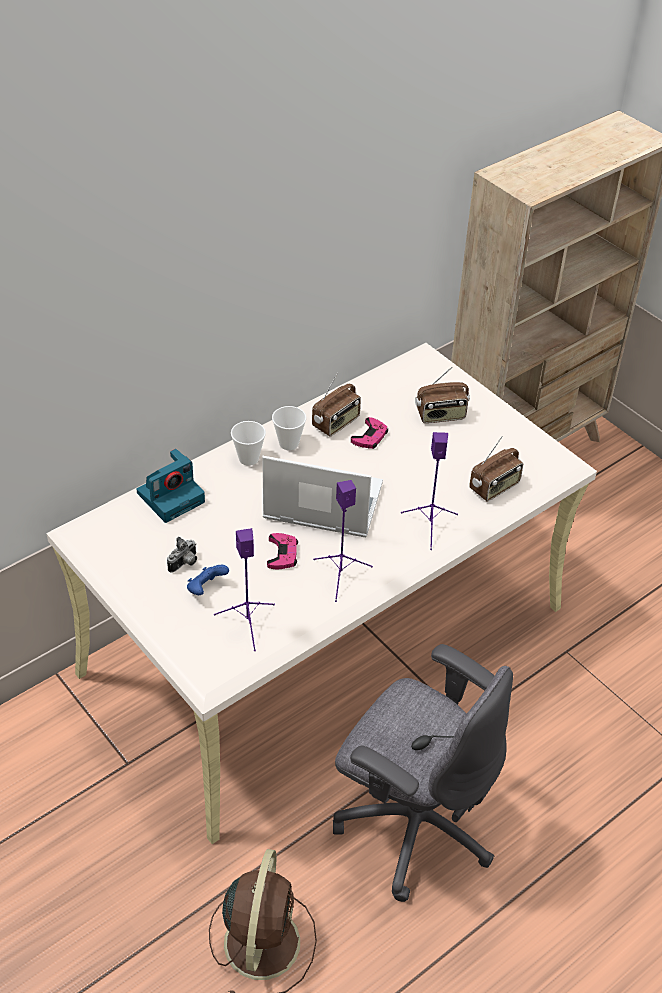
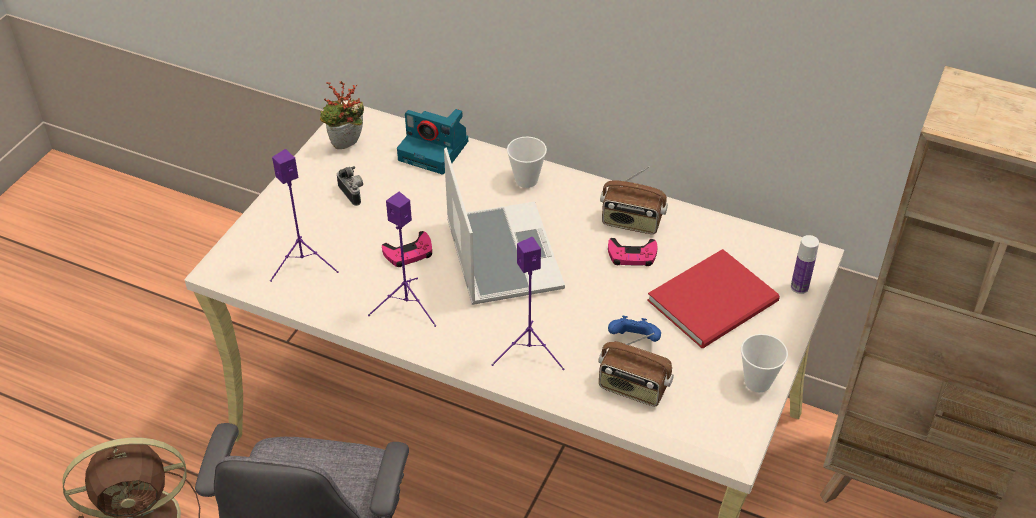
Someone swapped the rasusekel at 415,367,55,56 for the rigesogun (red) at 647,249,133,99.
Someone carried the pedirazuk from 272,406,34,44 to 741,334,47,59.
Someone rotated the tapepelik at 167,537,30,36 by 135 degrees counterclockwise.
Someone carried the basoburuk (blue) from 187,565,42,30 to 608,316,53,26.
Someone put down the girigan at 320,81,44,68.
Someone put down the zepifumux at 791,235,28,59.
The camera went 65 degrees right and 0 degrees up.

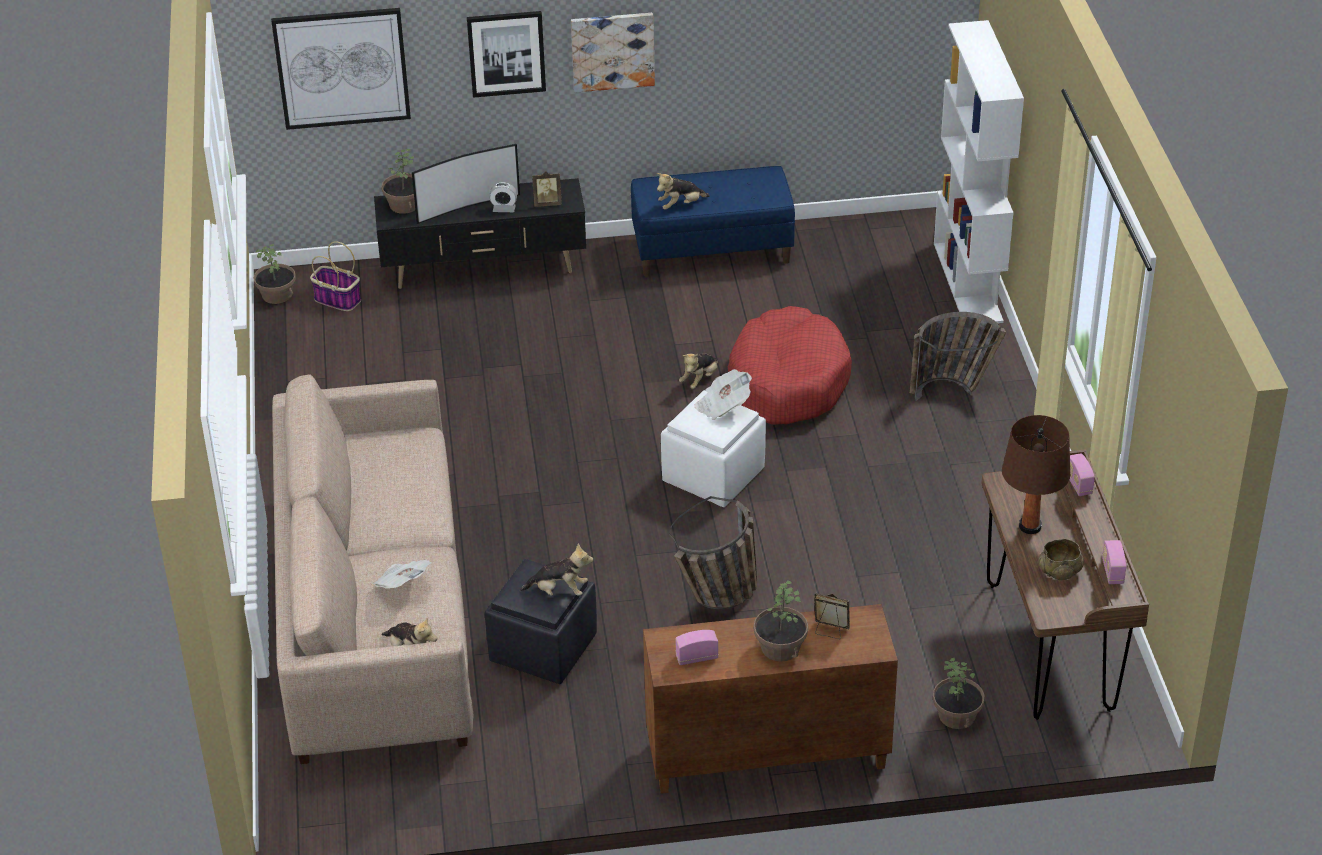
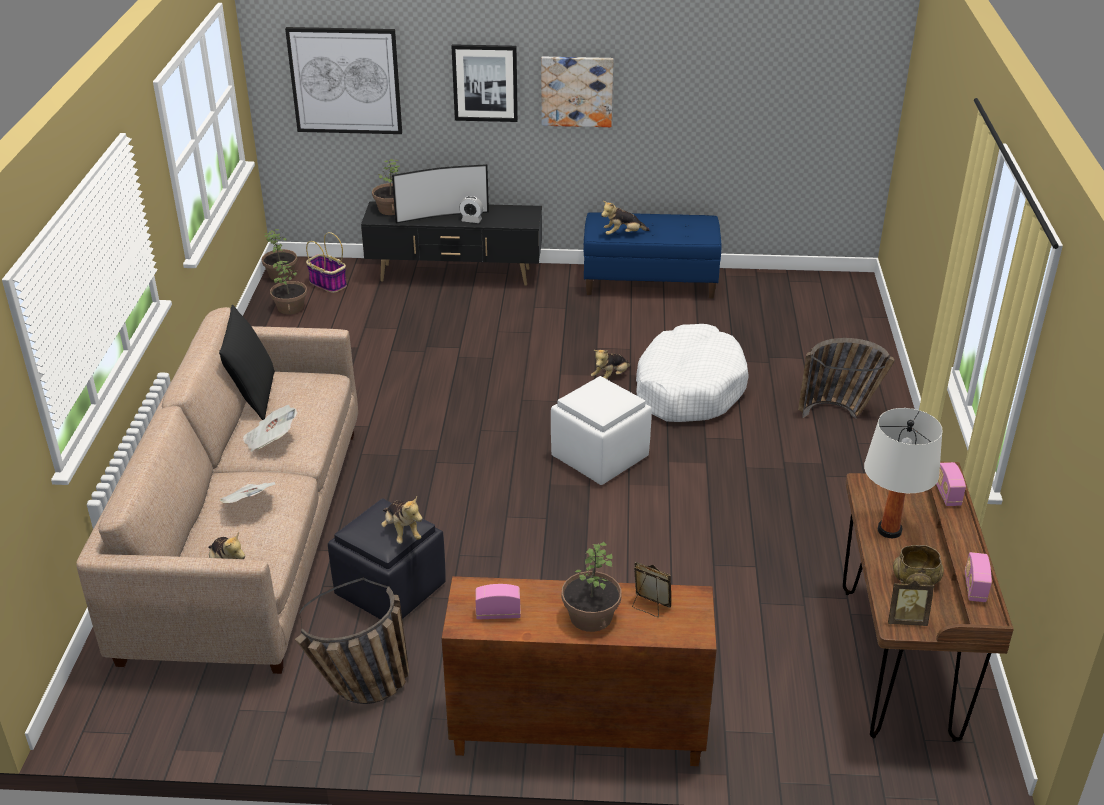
Someone took away the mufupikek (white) at 934,20,90,303.
Someone carried the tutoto from 532,171,30,36 to 888,580,46,46.
Someone repainted the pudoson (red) at 728,306,124,119, which became the pudoson (white) at 636,324,113,98.
Someone carried the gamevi from 694,369,58,51 to 243,405,54,47.
Someone repainted the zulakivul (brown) at 1002,415,69,119, which became the zulakivul (white) at 864,408,79,130.
Someone carried the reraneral from 669,496,88,113 to 295,578,114,126.
Someone rotated the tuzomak at 520,543,73,53 by 45 degrees clockwise.
Someone carried the girigan from 933,658,52,71 to 270,261,37,54.
Someone put down the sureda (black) at 219,305,56,115.
The camera went 10 degrees right and 5 degrees down.

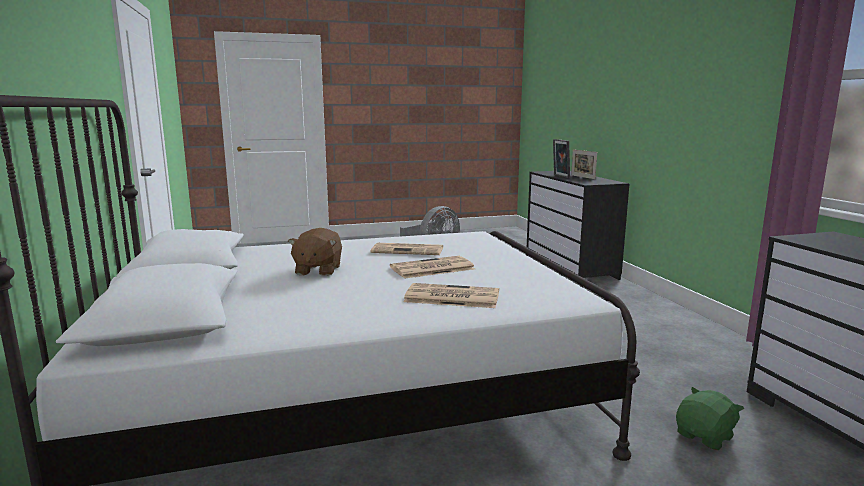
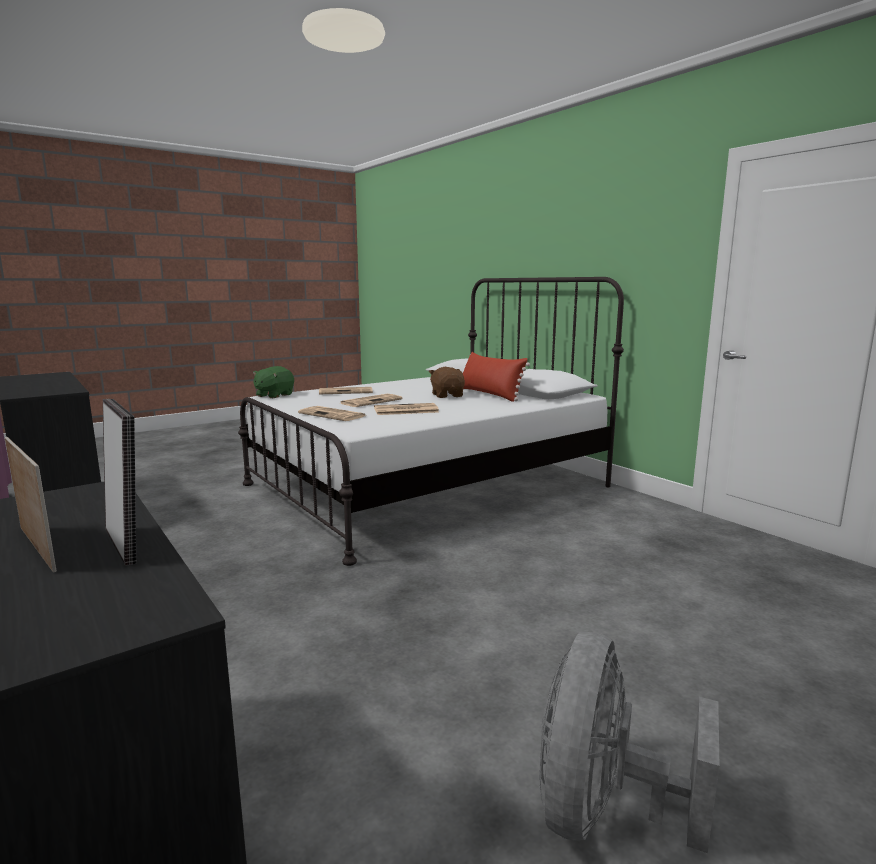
Someone carried the tuzomak (green) from 676,387,68,63 to 253,366,41,32.
Someone put down the sureda (red) at 463,352,67,50.
Someone put down the gamevi at 298,406,67,15.
The camera went 160 degrees right and 0 degrees up.

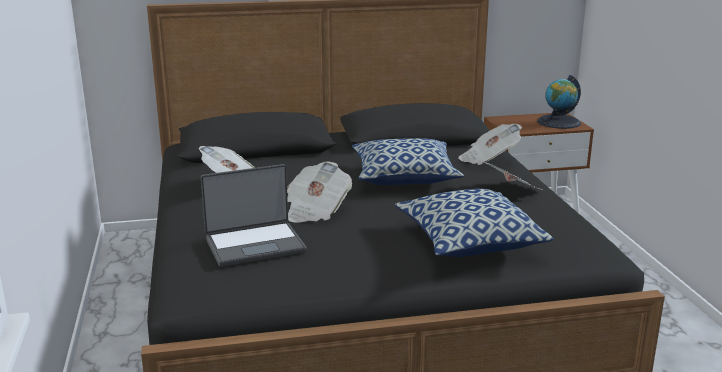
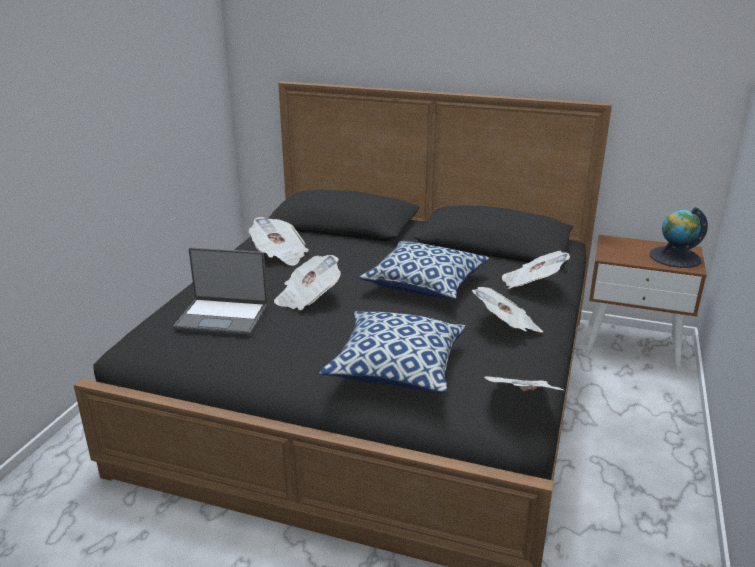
Someone put down the gamevi at 484,376,79,15.
The camera went 30 degrees right and 5 degrees up.

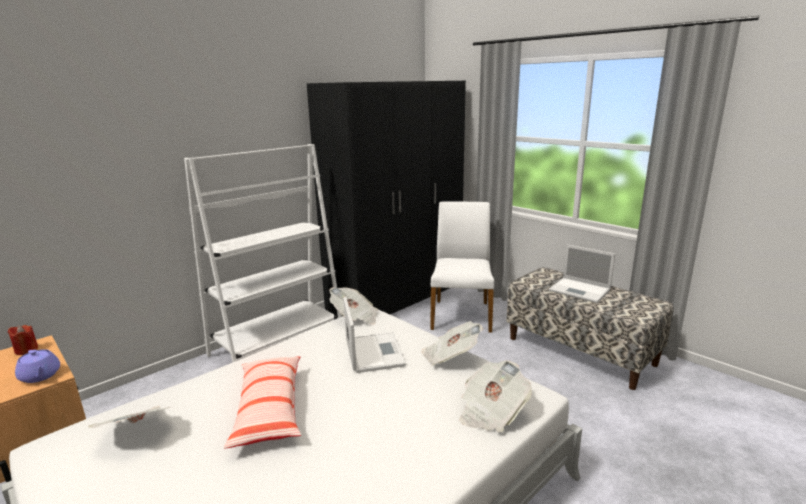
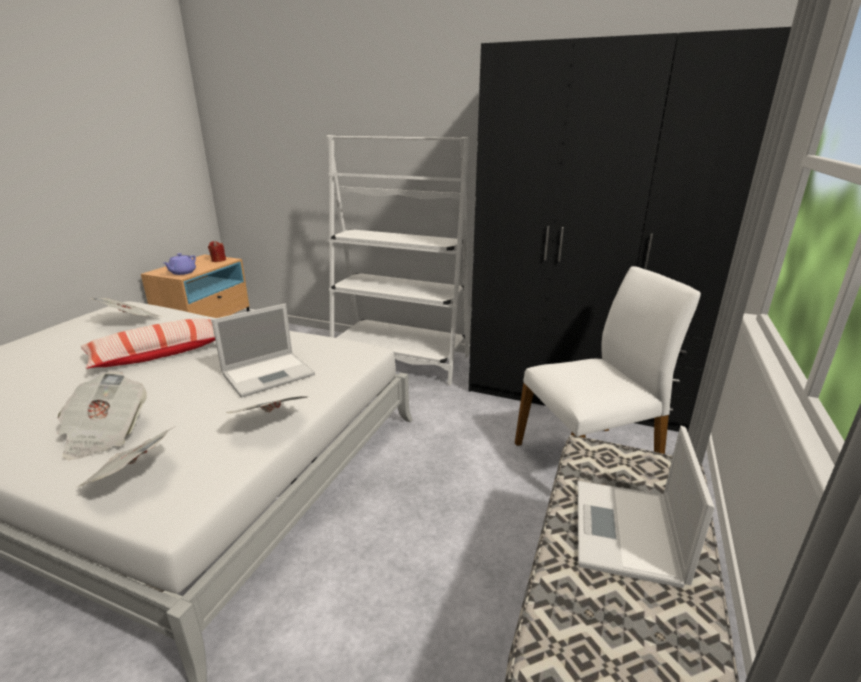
Someone carried the gamevi from 329,287,49,37 to 57,372,90,88.
The camera went 65 degrees right and 5 degrees up.

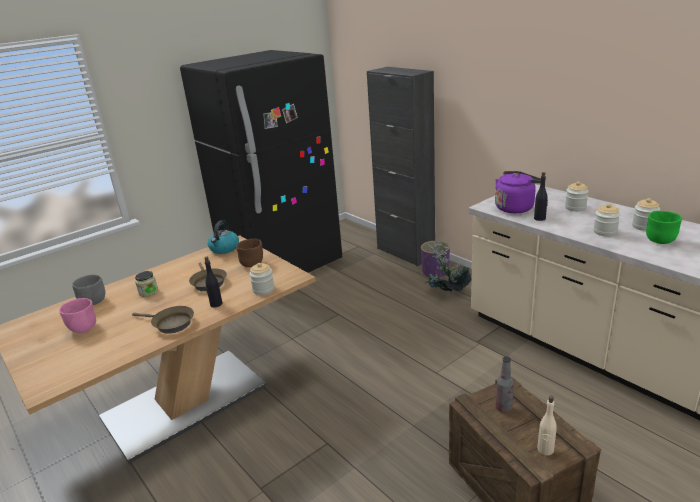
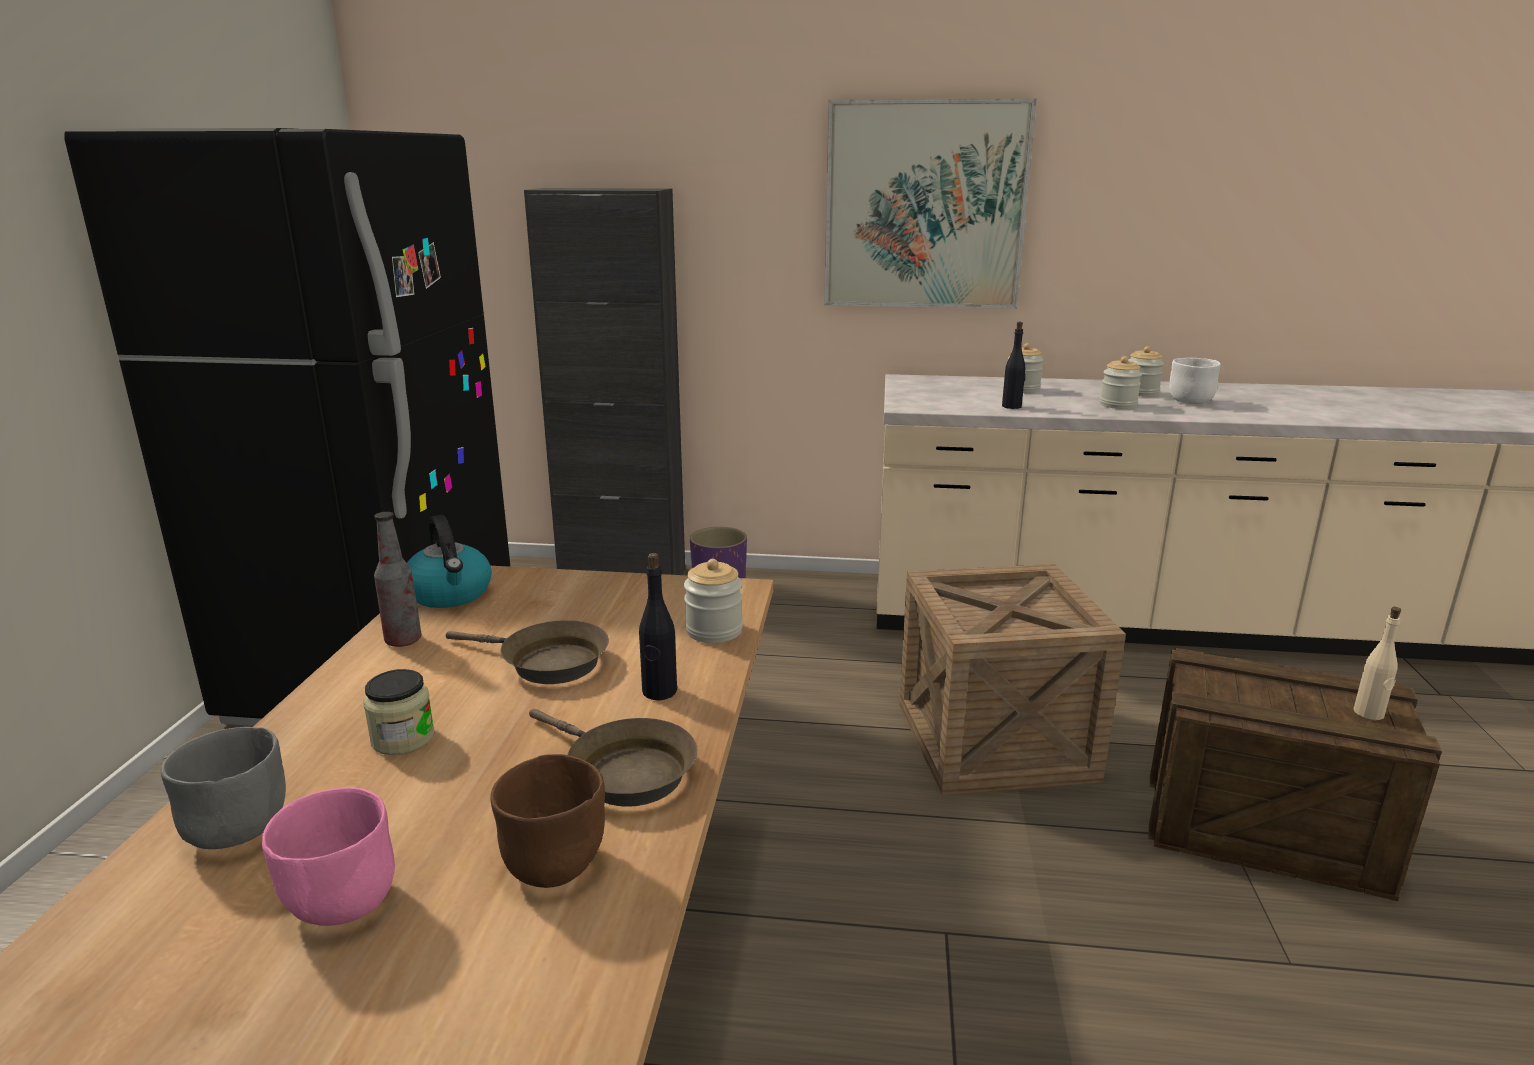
Someone took away the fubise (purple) at 495,171,46,42.
Someone repainted the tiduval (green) at 646,211,36,33, which became the tiduval (white) at 1169,358,52,46.
Someone carried the tiduval (brown) from 236,239,27,28 to 490,754,115,134.
Someone took away the girigan at 425,239,47,52.
Someone rotated the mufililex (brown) at 132,306,62,28 by 60 degrees clockwise.
Someone carried the zepifumux from 496,356,18,57 to 374,512,47,135.
Someone put up the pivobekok at 824,98,213,211.
Someone put down the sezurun at 899,564,227,231.
The camera went 45 degrees left and 5 degrees down.

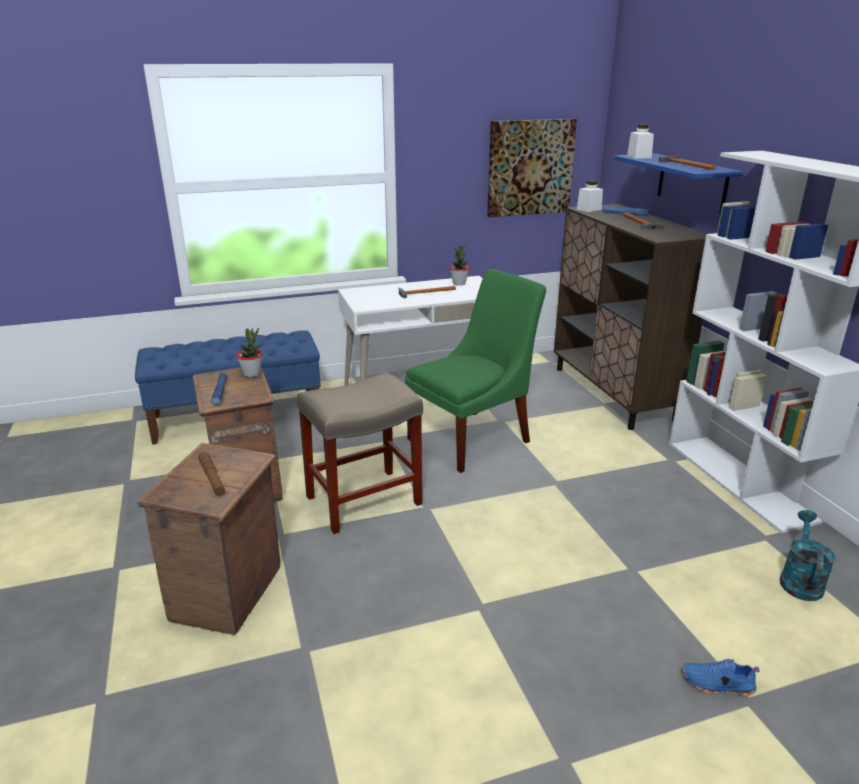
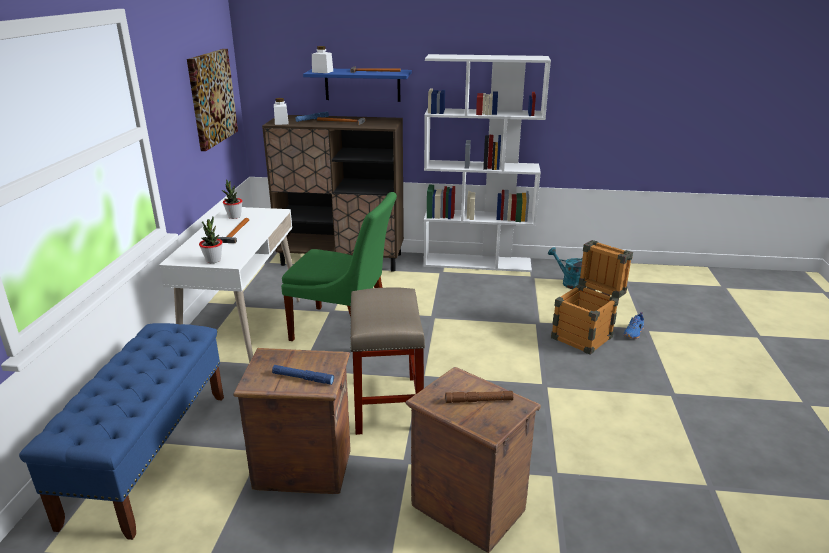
Someone rotated the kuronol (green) at 405,269,141,204 by 120 degrees clockwise.
Someone carried the girigan from 237,328,25,49 to 199,217,24,46.
Someone put down the sezurun at 551,240,82,115.
The camera went 65 degrees left and 0 degrees up.

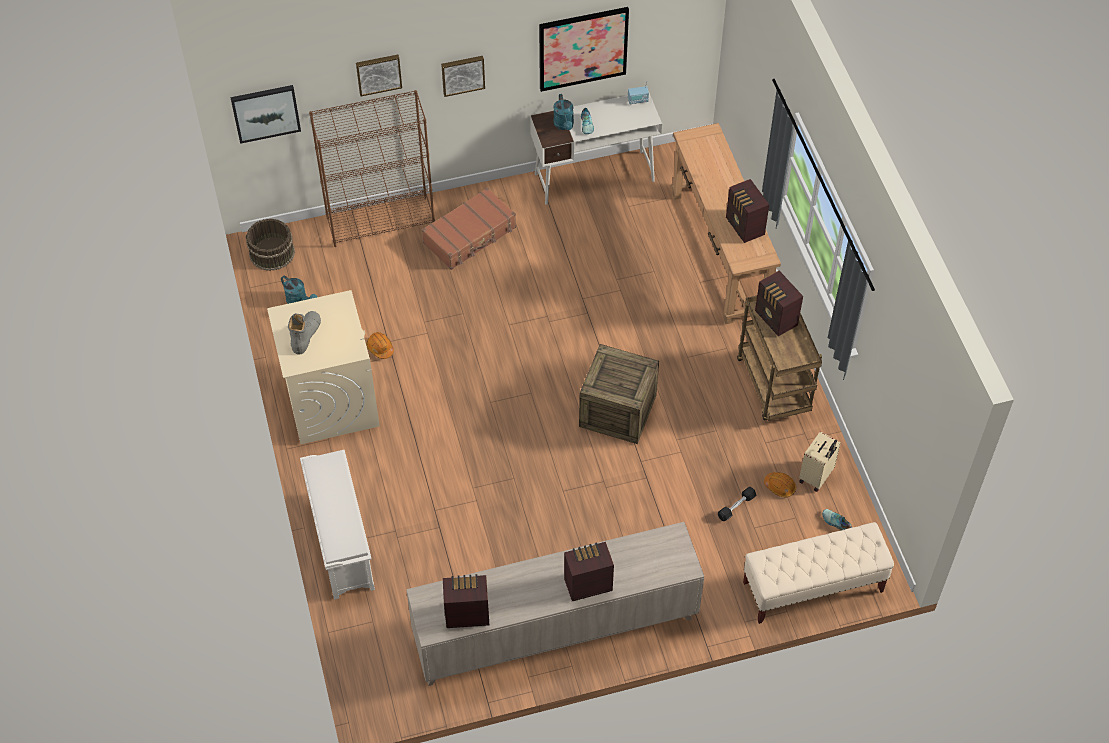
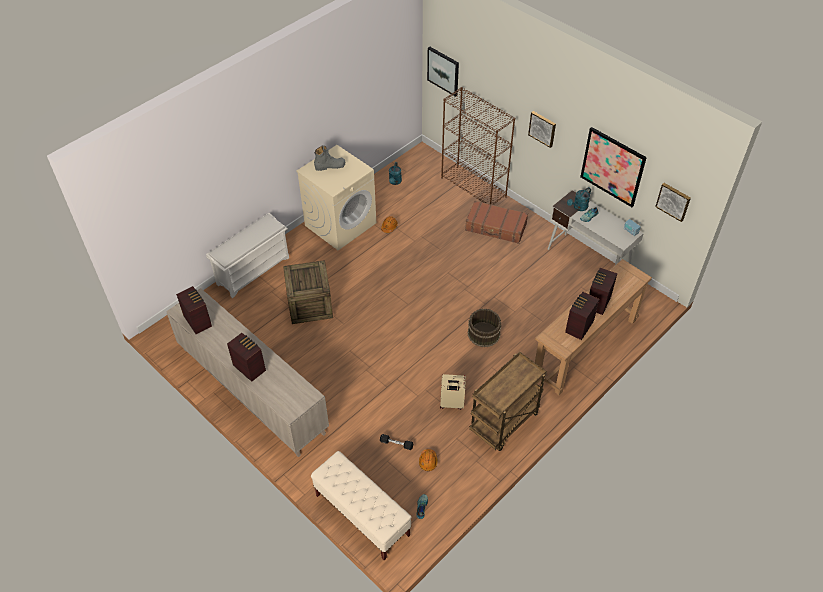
Someone carried the pivobekok from 356,55,46,41 to 655,183,36,39.
Someone carried the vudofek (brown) from 246,218,49,53 to 468,309,33,38.
Someone carried the rasusekel from 755,271,48,65 to 589,268,28,47.
Someone carried the sezurun from 579,344,80,100 to 283,260,50,64.
Someone carried the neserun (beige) from 799,431,42,61 to 440,374,26,36.
The camera went 60 degrees right and 5 degrees down.

